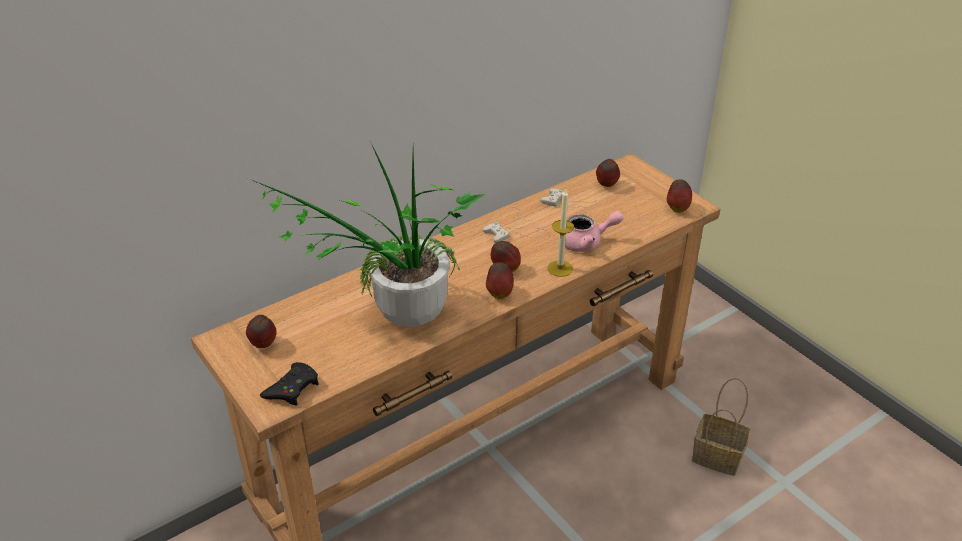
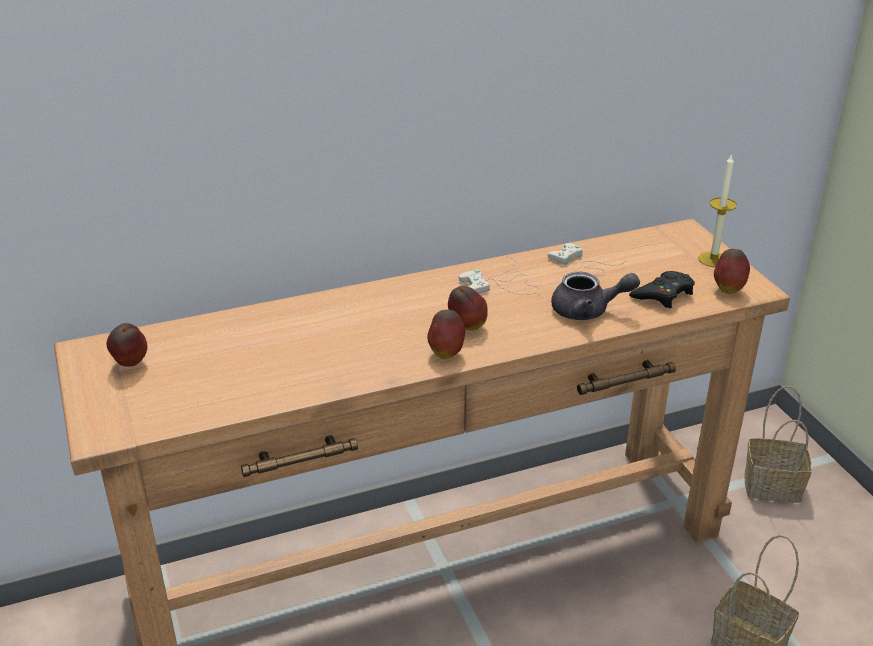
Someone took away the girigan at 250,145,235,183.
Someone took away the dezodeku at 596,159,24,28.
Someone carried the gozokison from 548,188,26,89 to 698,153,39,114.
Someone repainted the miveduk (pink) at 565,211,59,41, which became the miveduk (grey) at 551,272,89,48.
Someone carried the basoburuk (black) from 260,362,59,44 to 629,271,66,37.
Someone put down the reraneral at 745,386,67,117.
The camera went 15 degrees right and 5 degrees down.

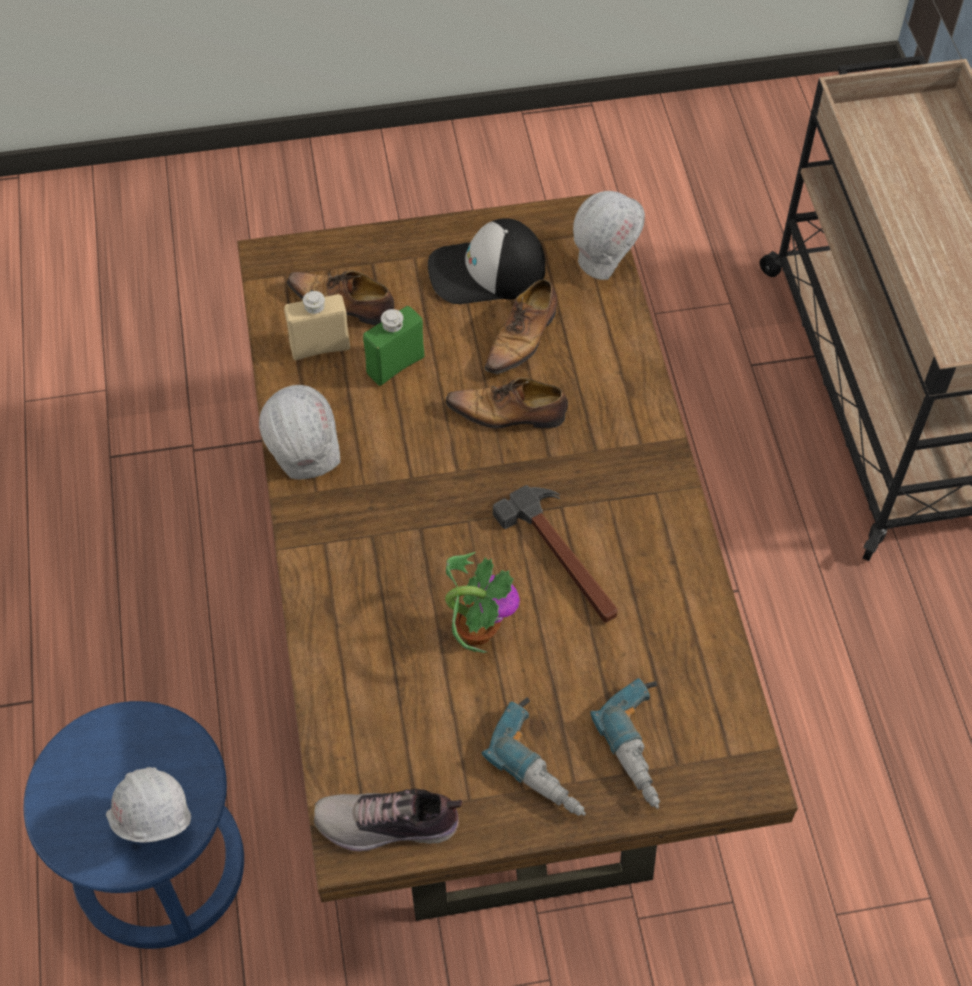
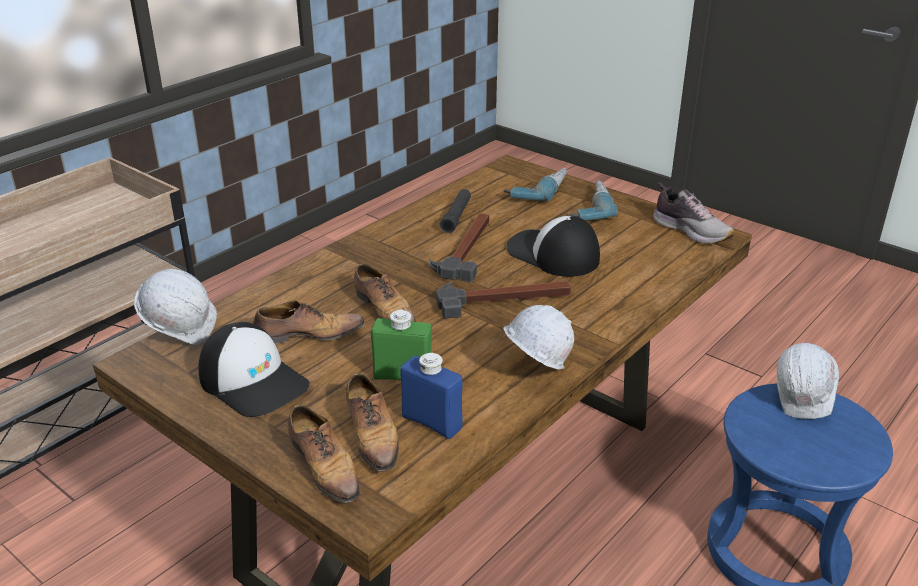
Someone repainted the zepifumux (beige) at 284,290,66,70, which became the zepifumux (blue) at 400,353,62,86.
Someone swapped the girigan at 445,552,75,101 for the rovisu at 507,216,93,61.
Someone put down the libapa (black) at 440,189,31,44.
Someone put down the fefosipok at 436,281,135,38.
Someone put down the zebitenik at 288,405,72,98.
The camera went 130 degrees left and 25 degrees down.

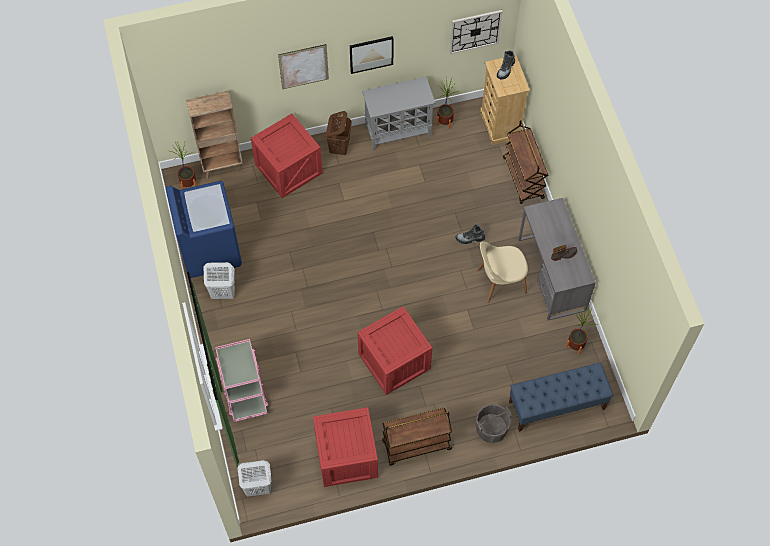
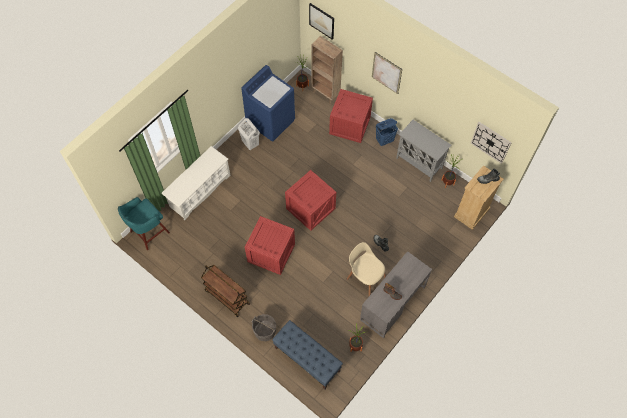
Someone carried the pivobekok from 350,36,44,38 to 309,3,25,37.
Someone repainted the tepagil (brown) at 326,111,26,44, which became the tepagil (blue) at 376,118,22,28.
Someone took away the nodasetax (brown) at 503,120,45,84.
Someone swapped the nodasetax (pink) at 215,339,53,83 for the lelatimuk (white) at 161,146,70,74.
Someone carried the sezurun from 313,407,65,80 to 285,170,51,61.
Someone swapped the tepagil (white) at 237,460,35,37 for the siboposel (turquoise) at 118,197,52,53.
The camera went 55 degrees right and 0 degrees up.

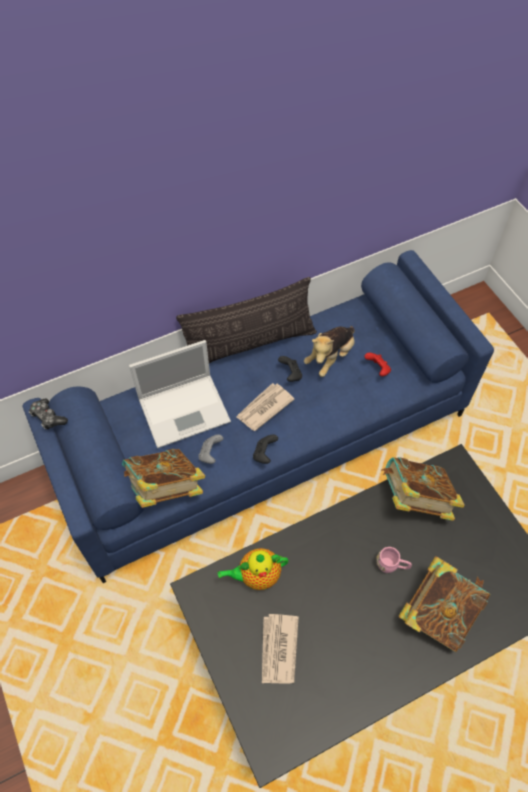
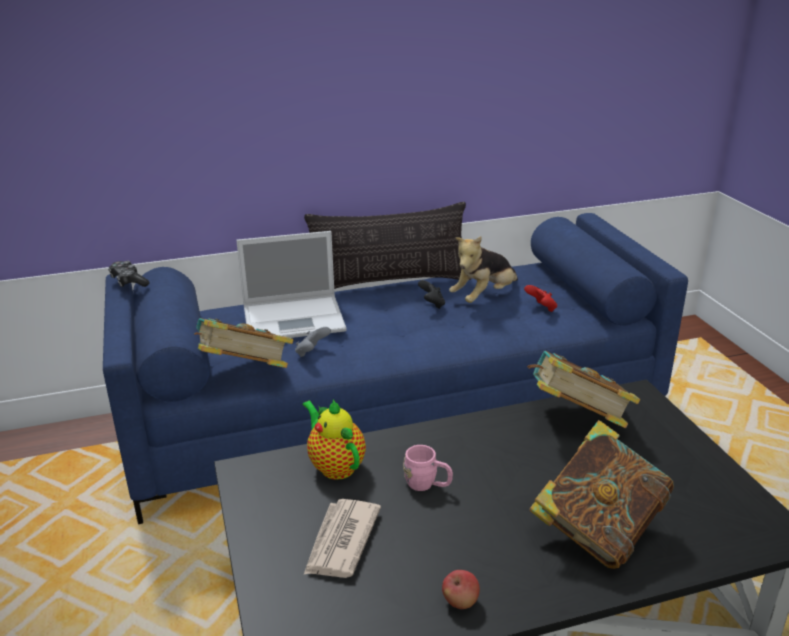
Someone took away the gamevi at 236,383,59,48.
Someone took away the basoburuk (black) at 253,435,25,29.
Someone carried the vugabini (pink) from 376,547,36,26 to 403,445,50,46.
Someone rotated the miveduk at 218,548,71,42 by 60 degrees clockwise.
Someone put down the dezodeku at 442,570,38,39.
The camera went 10 degrees right and 30 degrees down.

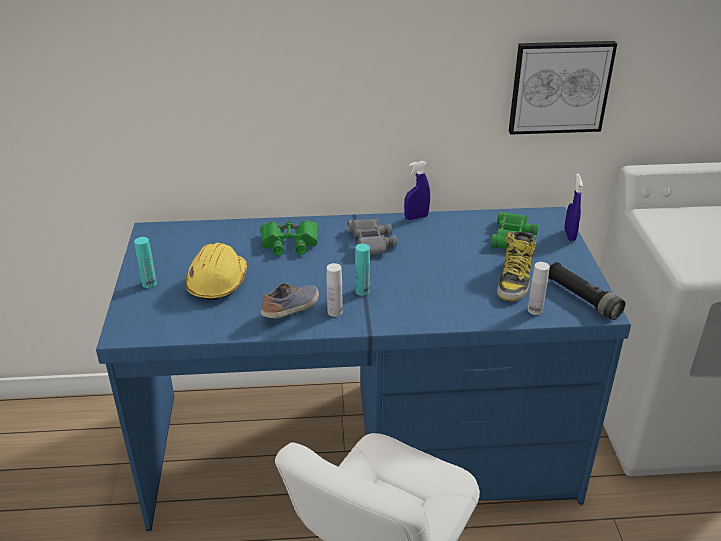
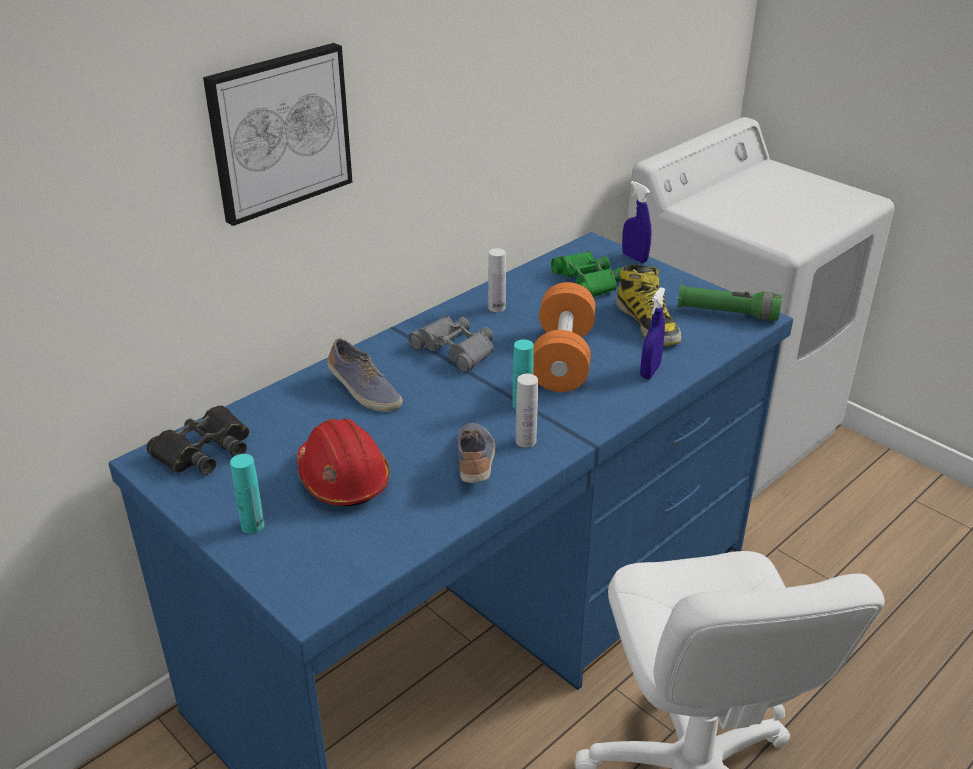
Someone carried the pivobekok from 509,41,108,94 to 203,43,150,183.
Someone carried the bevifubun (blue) from 404,161,26,59 to 640,287,25,92.
Someone swapped the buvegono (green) at 260,220,59,36 for the zebitenik at 327,338,76,74.
Someone repainted the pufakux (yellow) at 185,243,62,57, which became the pufakux (red) at 297,418,93,88.
Someone carried the zepifumux (white) from 528,262,22,53 to 488,248,18,64.
Someone repainted the libapa (black) at 548,262,77,58, which became the libapa (green) at 678,284,104,36.
Someone put down the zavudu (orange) at 533,282,62,110.
Someone put down the buvegono (black) at 146,405,104,70.
The camera went 40 degrees left and 0 degrees up.

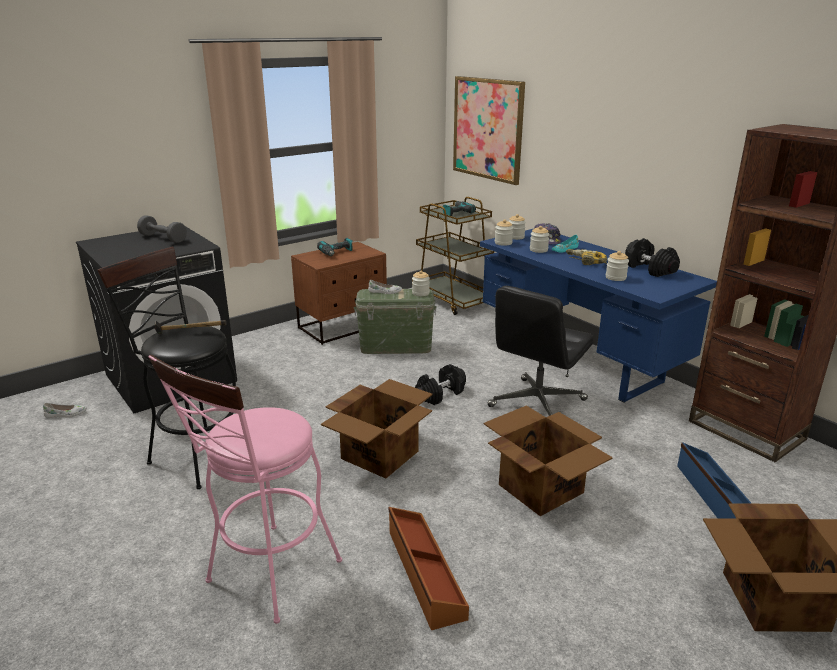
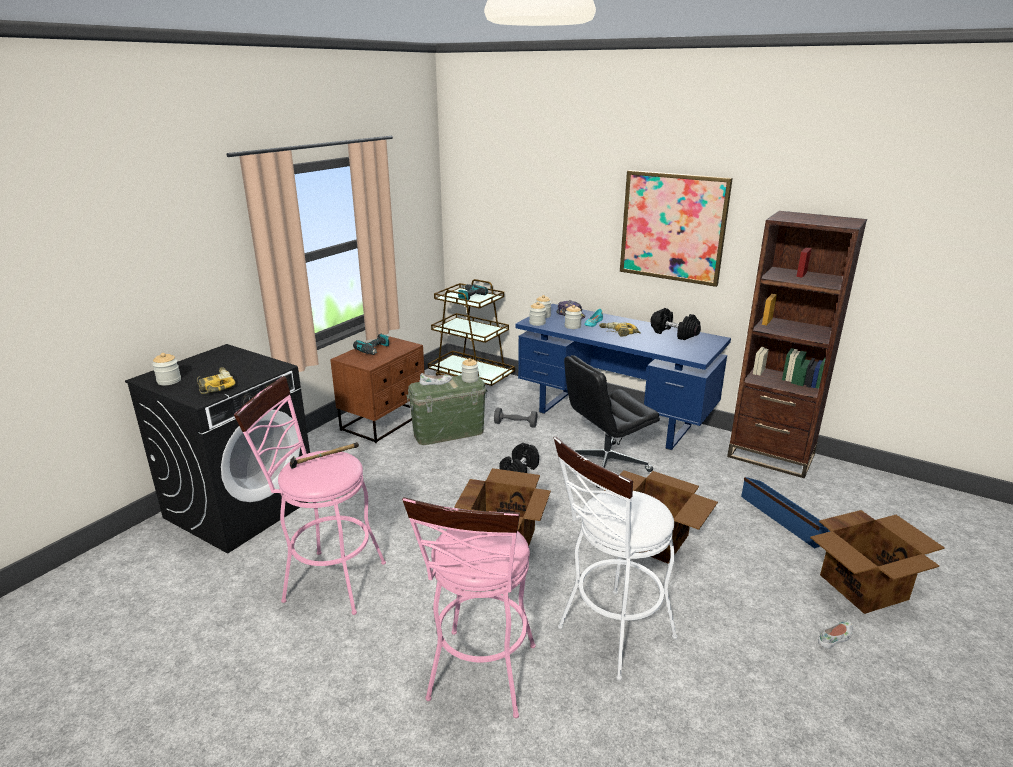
Someone carried the pivobekok from 453,76,72,109 to 620,170,113,117.
Someone carried the zavudu (grey) from 137,216,50,27 to 494,408,43,20.
Someone repainted the siboposel (black) at 97,247,139,242, which became the siboposel (pink) at 234,376,152,239.
Someone carried the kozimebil from 606,251,23,30 to 152,353,29,32.
Someone rotated the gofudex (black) at 487,286,107,130 by 45 degrees clockwise.
Someone carried the zebitenik (white) from 43,403,44,15 to 818,621,36,28.
Someone swapped the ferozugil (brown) at 389,507,80,123 for the siboposel (white) at 554,437,124,244.
Someone put down the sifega at 197,367,38,27.
The camera went 20 degrees left and 0 degrees up.

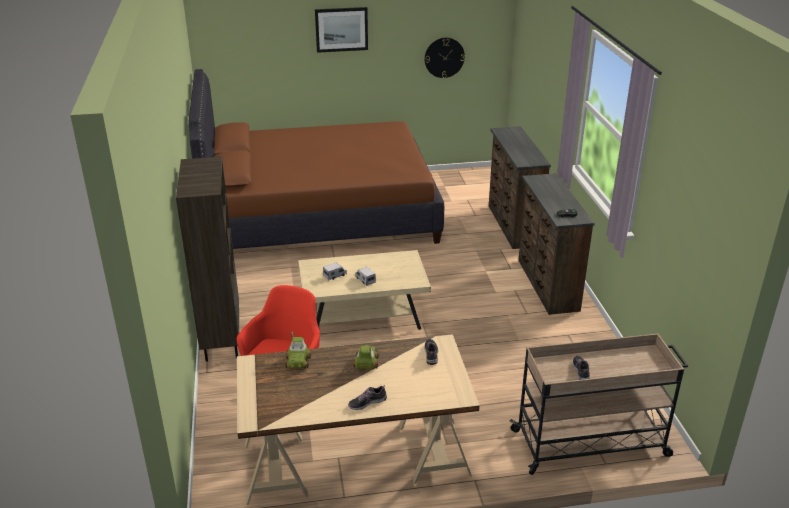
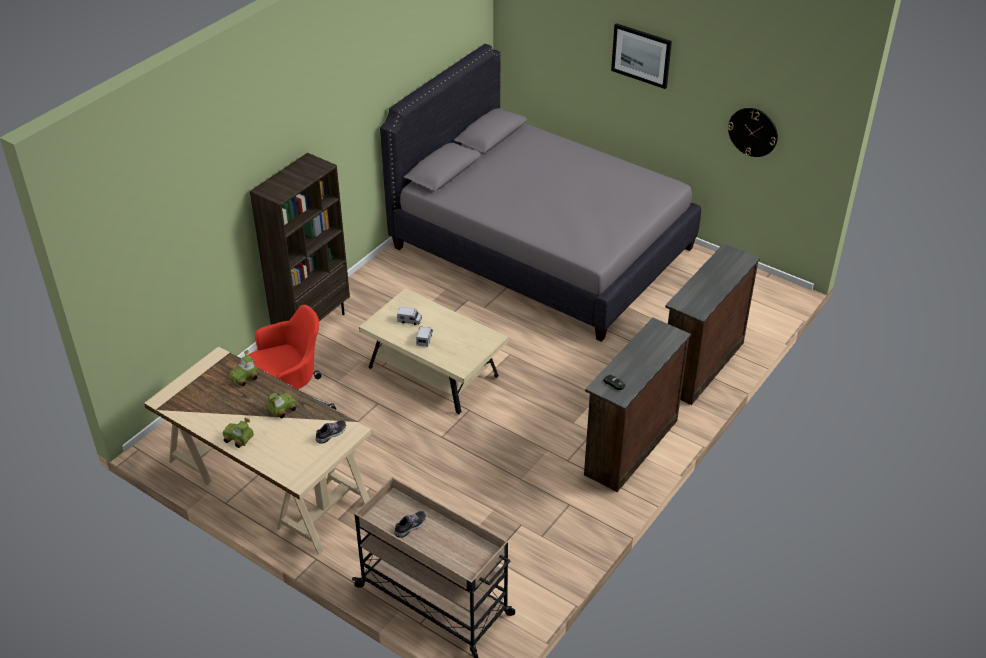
Someone repainted the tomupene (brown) at 189,69,255,180, which became the tomupene (grey) at 380,44,321,298.
Someone swapped the zebitenik at 348,385,39,25 for the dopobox at 223,418,31,30.
The camera went 45 degrees right and 10 degrees up.

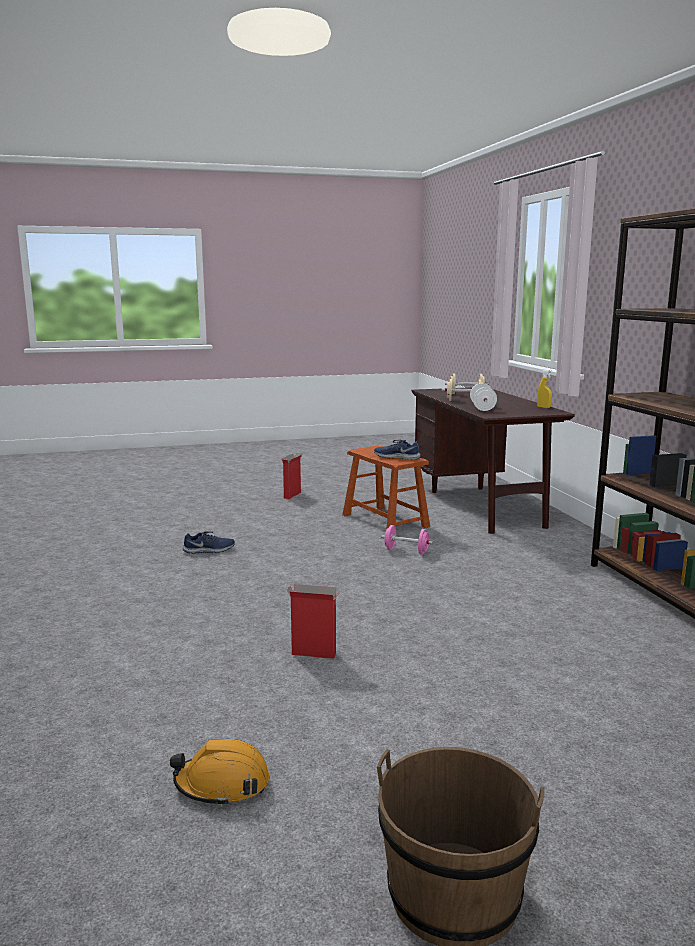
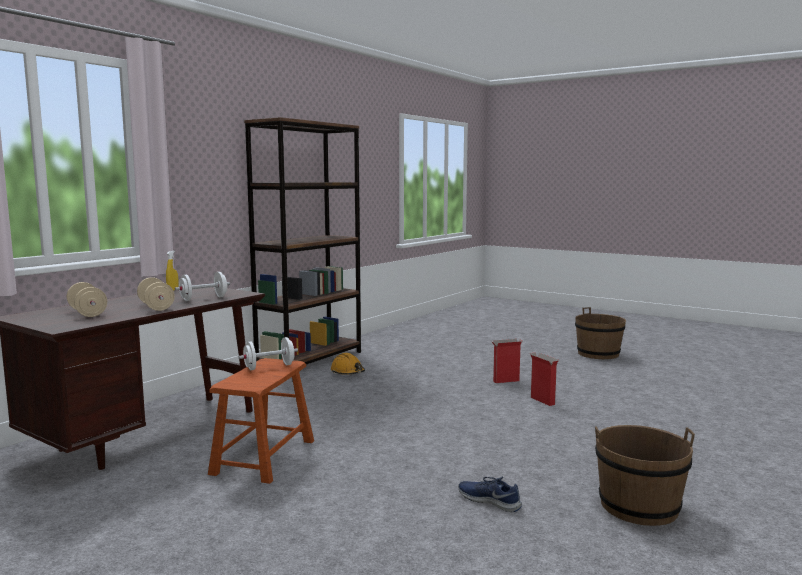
Someone swapped the zebitenik (blue) at 374,440,47,20 for the zavudu (white) at 239,337,59,33.
Someone carried the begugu from 281,453,21,46 to 491,339,31,44.
Someone took away the zavudu (pink) at 381,525,52,30.
Someone carried the pufakux (orange) from 170,739,100,68 to 331,353,34,22.
Someone put down the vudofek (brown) at 595,425,100,101.
The camera went 130 degrees left and 5 degrees down.

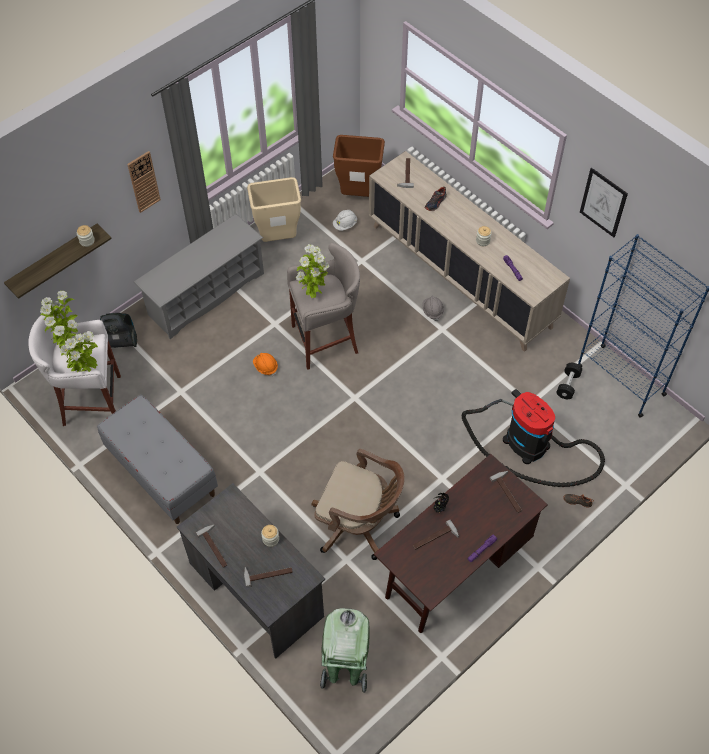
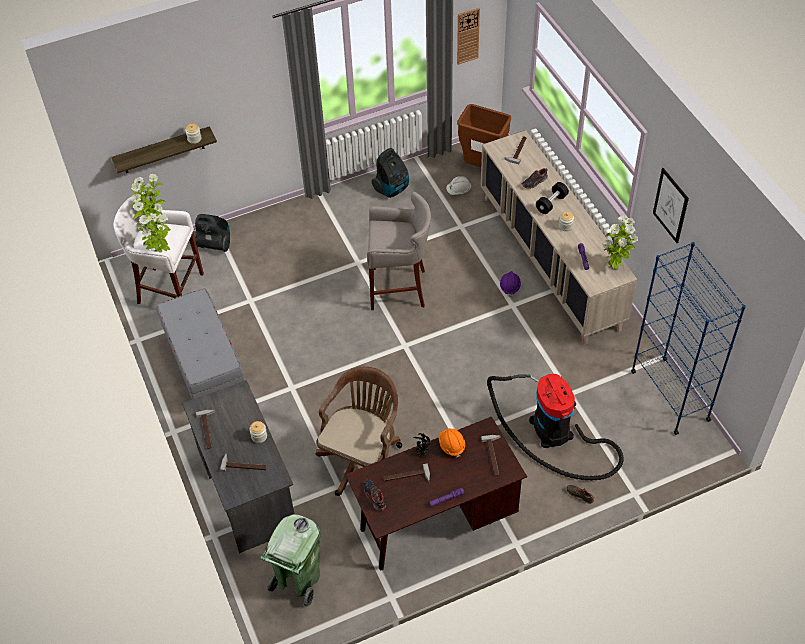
Someone carried the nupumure from 127,151,34,62 to 457,8,23,57.
Someone swapped the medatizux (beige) at 247,177,54,65 for the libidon at 372,148,37,50.
Someone took away the lelatimuk (grey) at 134,214,130,125.
Someone carried the girigan from 296,244,33,54 to 602,215,36,54.
Someone repainted the pufakux (grey) at 423,296,21,25, which became the pufakux (purple) at 500,271,21,25.
Someone carried the pufakux (orange) from 253,353,25,23 to 439,428,26,30.
Someone carried the zavudu (black) from 557,363,25,36 to 536,182,33,32.
Someone rotated the gofudex (brown) at 311,449,94,111 by 105 degrees counterclockwise.
Someone put down the zebitenik at 364,479,22,32.
The camera went 20 degrees right and 5 degrees down.

